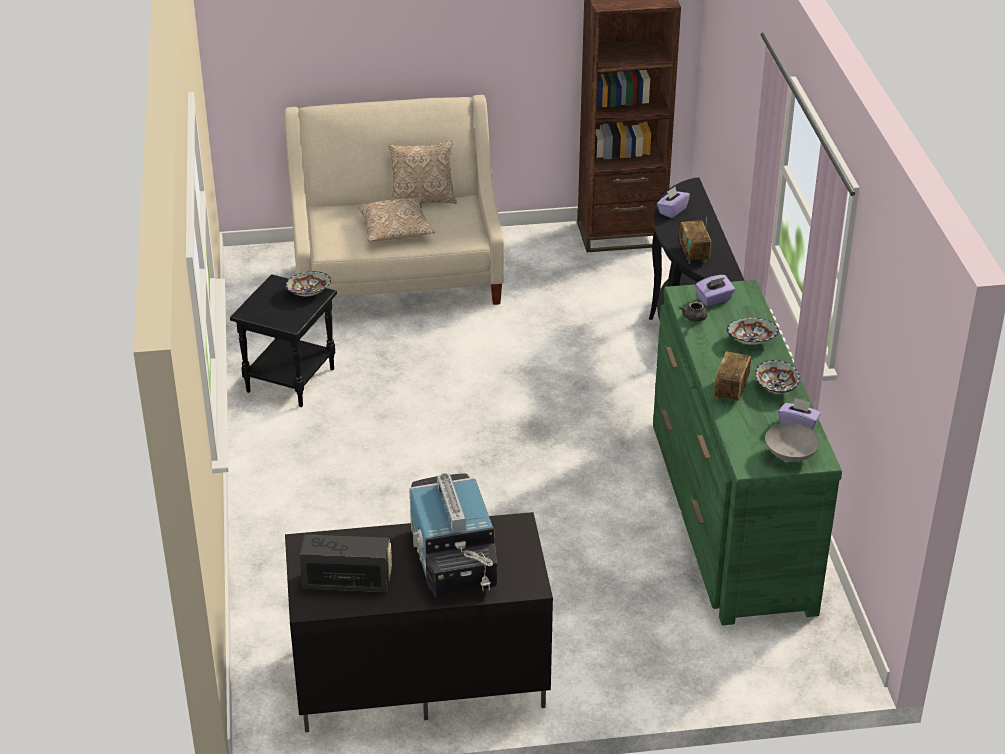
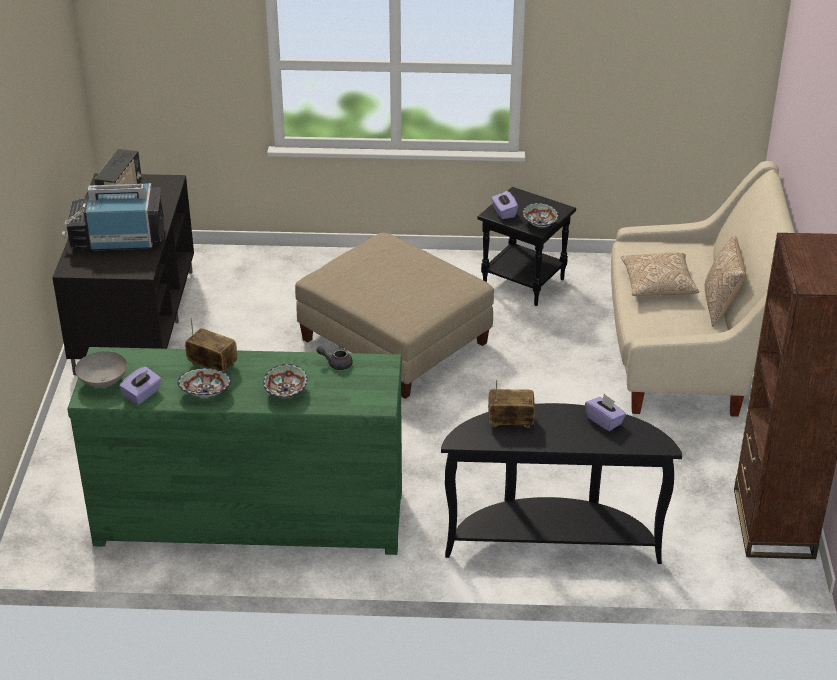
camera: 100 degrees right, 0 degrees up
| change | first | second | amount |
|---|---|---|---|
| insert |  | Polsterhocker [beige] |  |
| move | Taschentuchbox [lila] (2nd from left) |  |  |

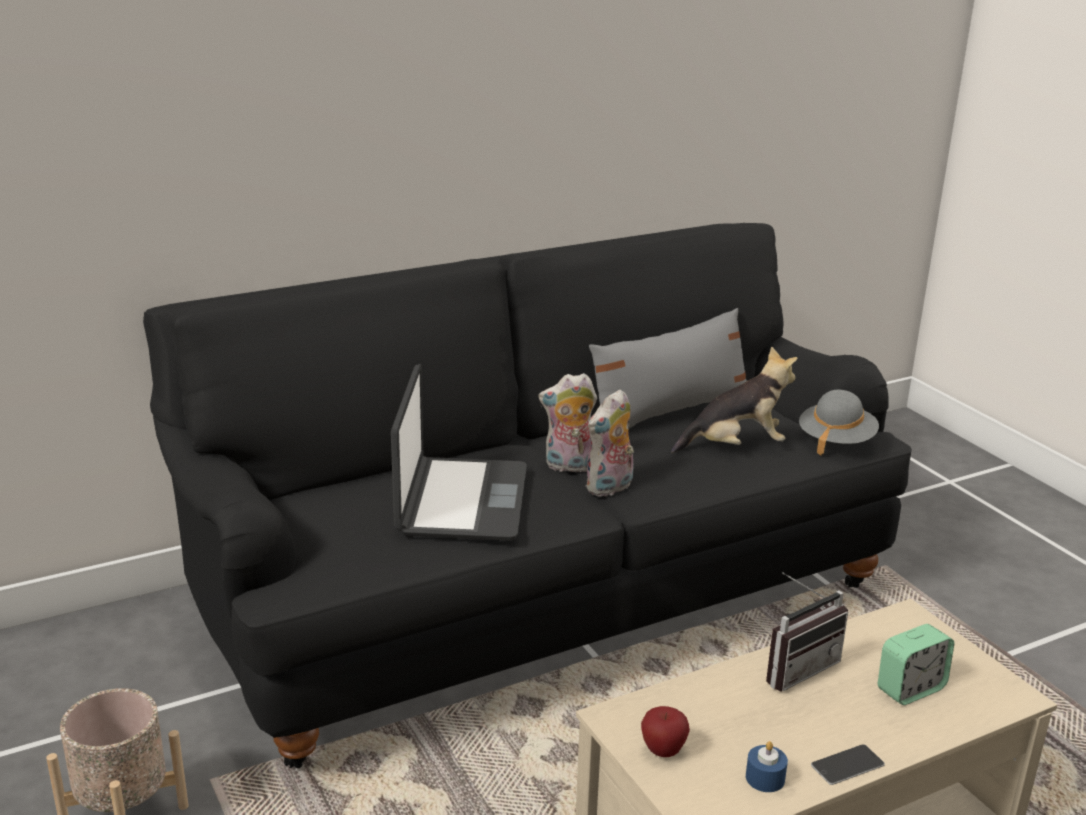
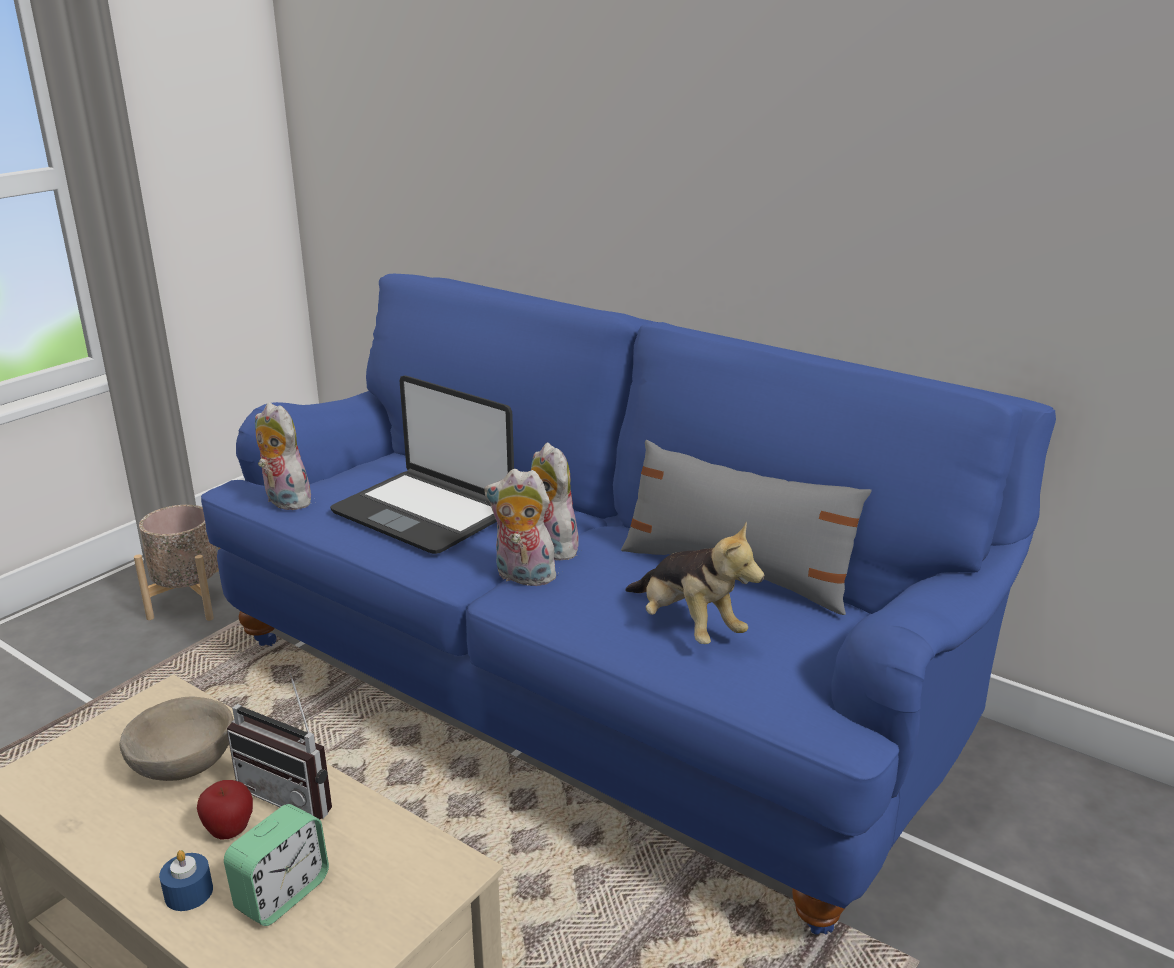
camera: 65 degrees right, 0 degrees up
| change | first | second | amount |
|---|---|---|---|
| delete | Hut [grau] |  |  |
| delete | Handy |  |  |
| insert |  | Schüssel [beige] |  |
| insert |  | Plüschtier (1st from left) |  |
| move | Apfel |  |  |
| move | Kerze [blau] |  |  |
| recolor | Sofa [schwarz] | Sofa [blau] |  |
| rotate | Laptop |  | 60 degrees clockwise |
| rotate | Wecker |  | 90 degrees counterclockwise |

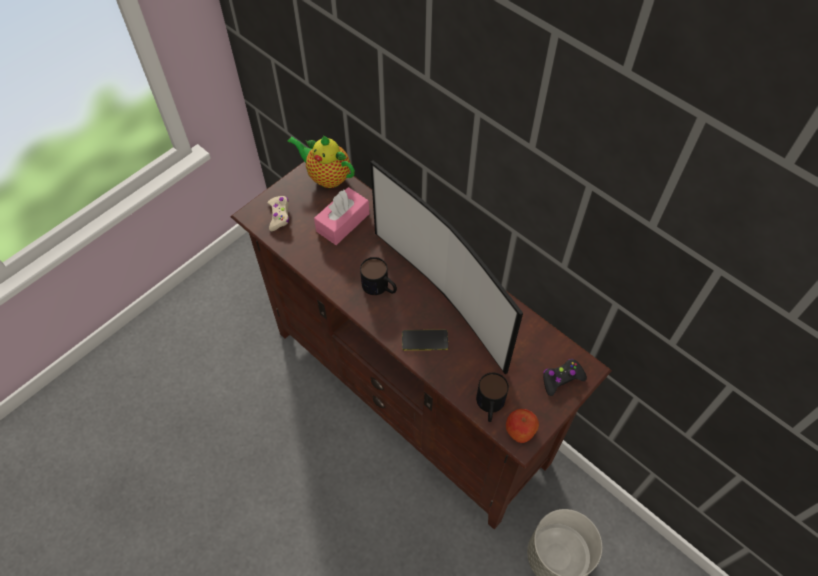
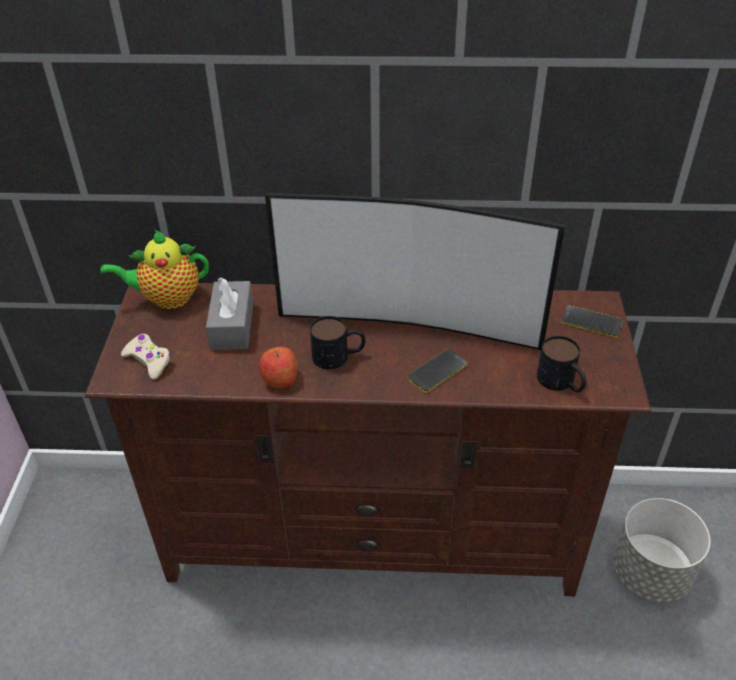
camera: 40 degrees left, 15 degrees down
| change | first | second | amount |
|---|---|---|---|
| move | Apfel |  |  |
| replace | Gamepad [schwarz] | Handy (2nd from left) |  |
| recolor | Taschentuchbox [rosa] | Taschentuchbox [grau] |  |

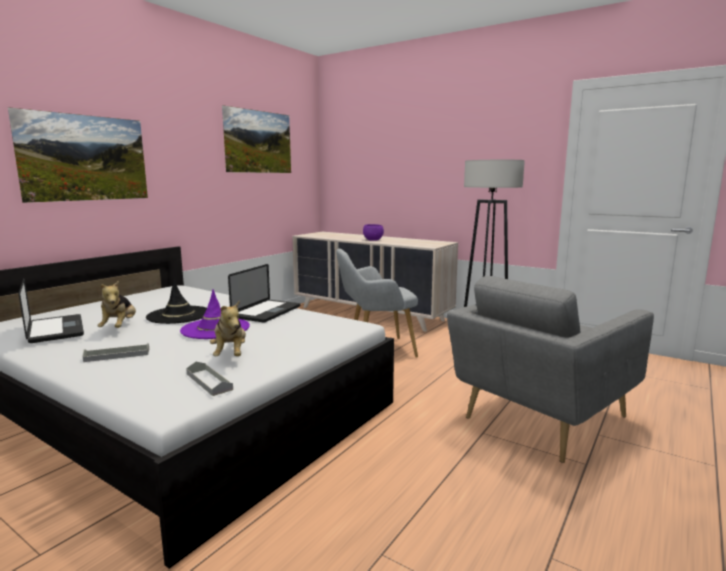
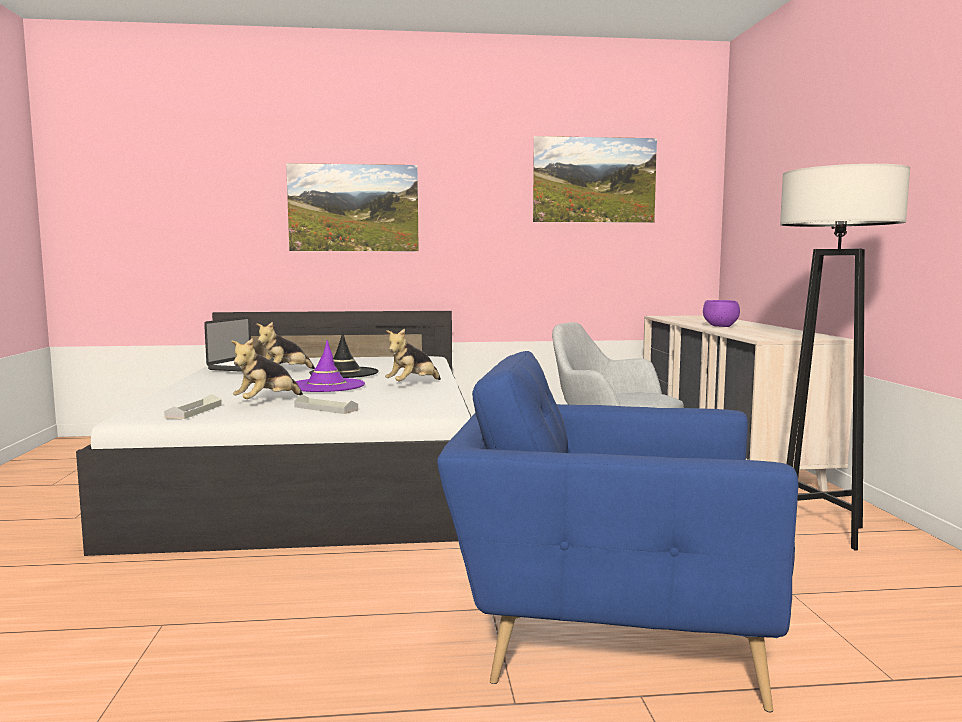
camera: 50 degrees right, 5 degrees down
| change | first | second | amount |
|---|---|---|---|
| move | Tablett [grau] (1st from left in the first image) | Tablett [grau] (2nd from left) |  |
| replace | Laptop (2nd from left) | Plüschtier (3rd from left) |  |
| recolor | Sessel [grau] (2nd from left) | Sessel [blau] |  |

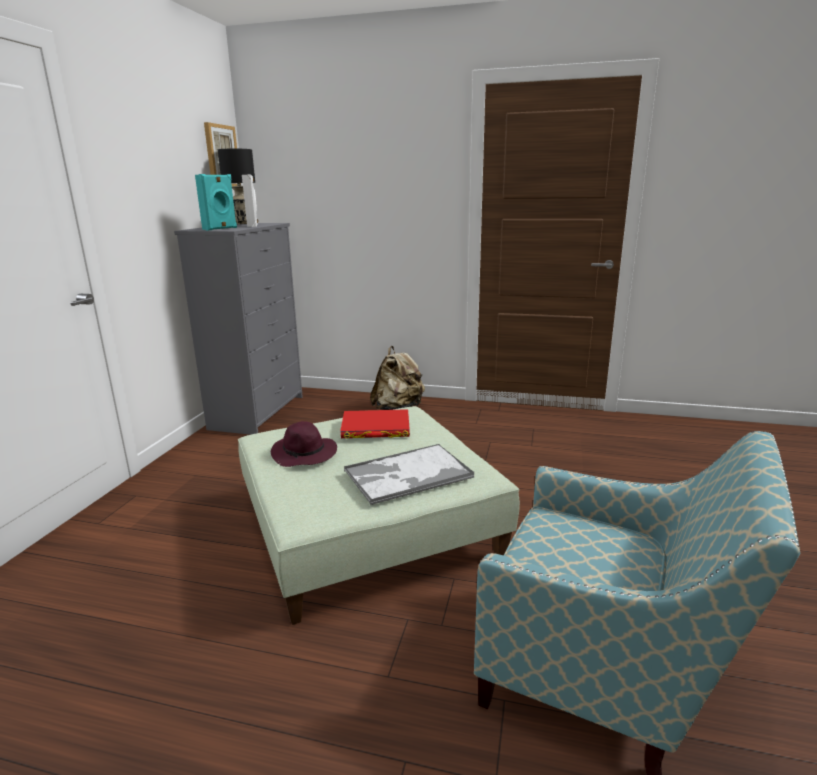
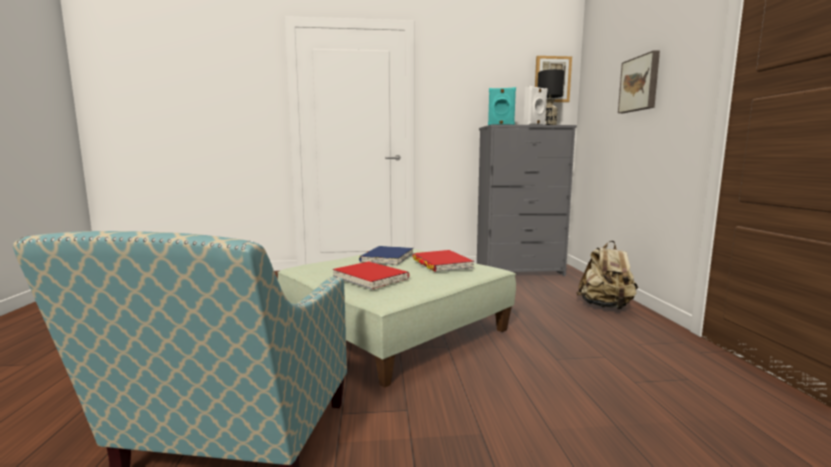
camera: 70 degrees right, 10 degrees down
| change | first | second | amount |
|---|---|---|---|
| insert |  | Bild (2nd from left) |  |
| replace | Hut [lila] | Buch [blau] |  |
| replace | Tablett | Buch [rot] (1st from left) |  |

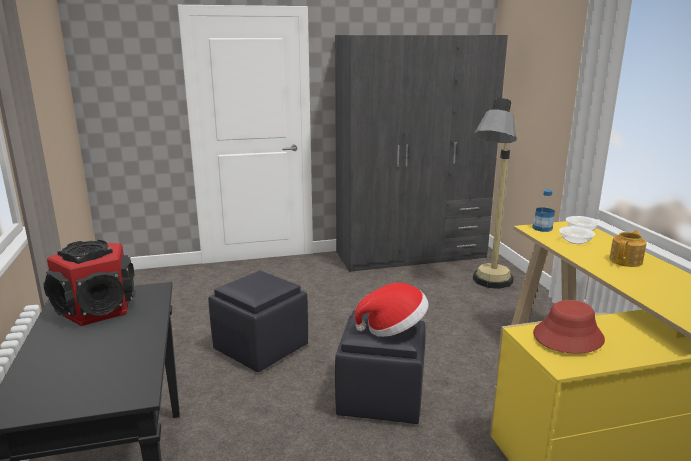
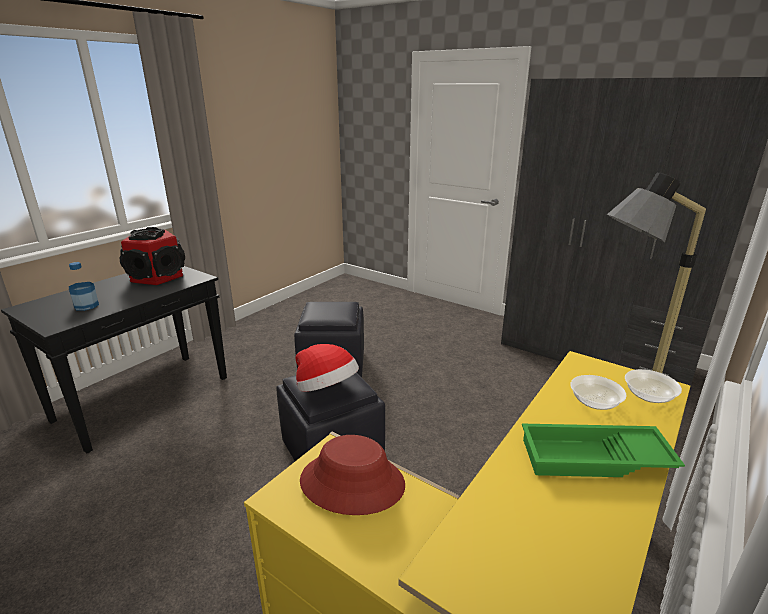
camera: 50 degrees right, 5 degrees up
| change | first | second | amount |
|---|---|---|---|
| move | Flasche |  |  |
| replace | Teekanne | Tablett [grün] |  |

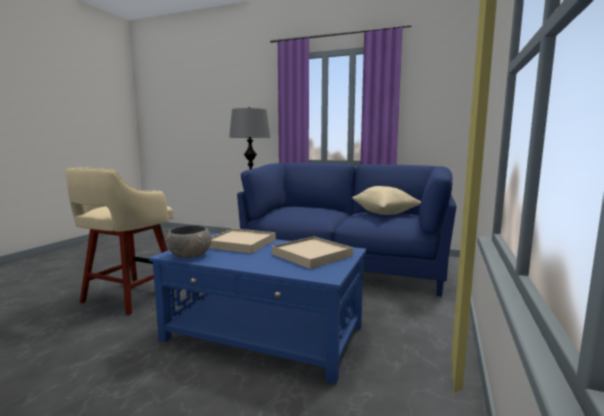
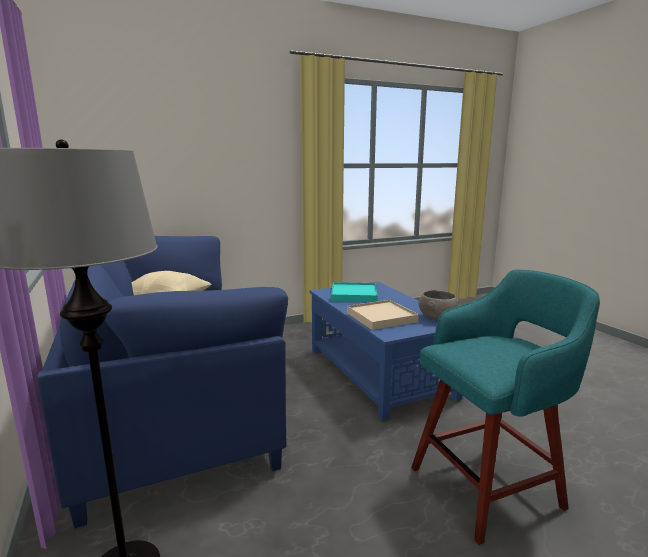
camera: 135 degrees left, 5 degrees up
| change | first | second | amount |
|---|---|---|---|
| recolor | Hocker [beige] | Hocker [türkis] |  |
| recolor | Tablett [beige] (2nd from left) | Tablett [türkis] |  |

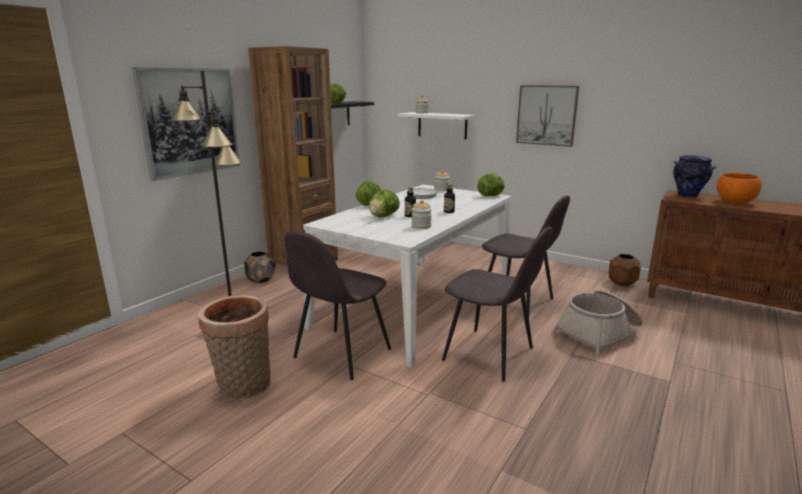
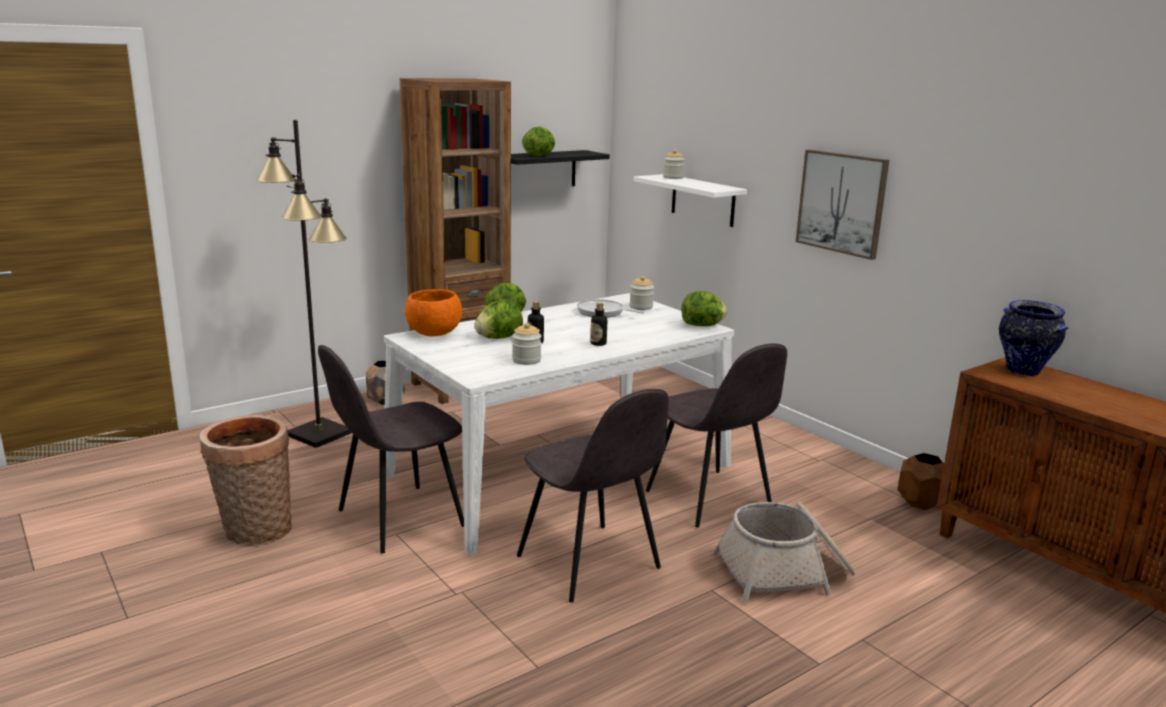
camera: 20 degrees right, 0 degrees up
| change | first | second | amount |
|---|---|---|---|
| delete | Bild (1st from left) |  |  |
| move | Schüssel [orange] |  |  |

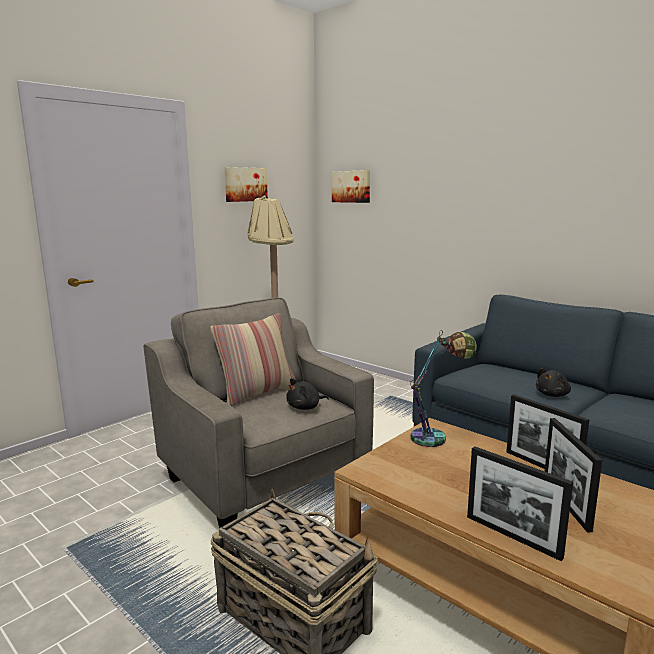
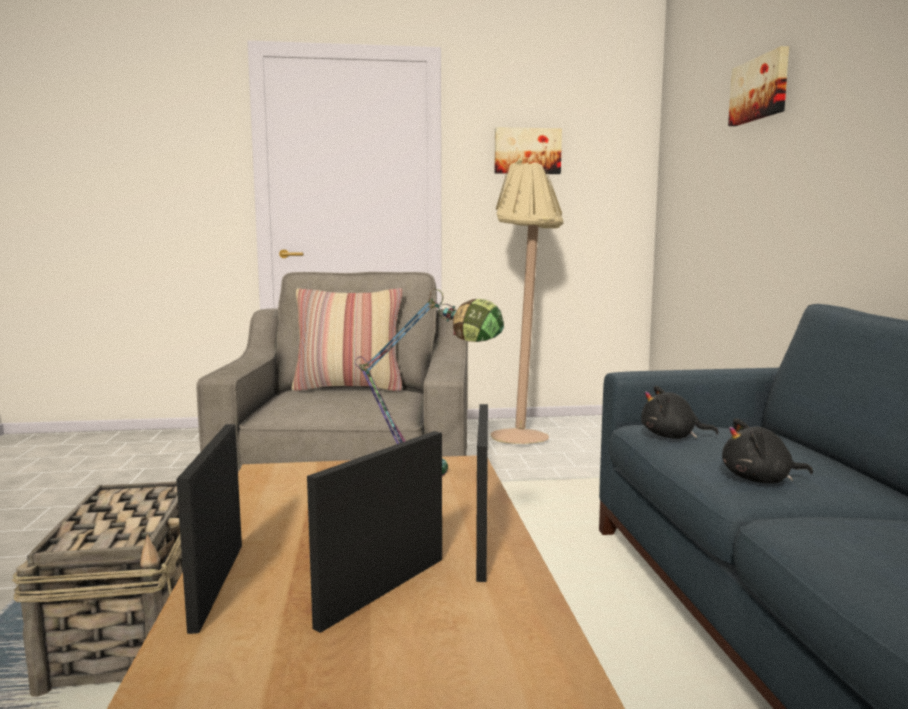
camera: 40 degrees right, 5 degrees down
| change | first | second | amount |
|---|---|---|---|
| move | Plüschtier [schwarz] (1st from left) |  |  |
| move | Bild (2nd from left) |  |  |

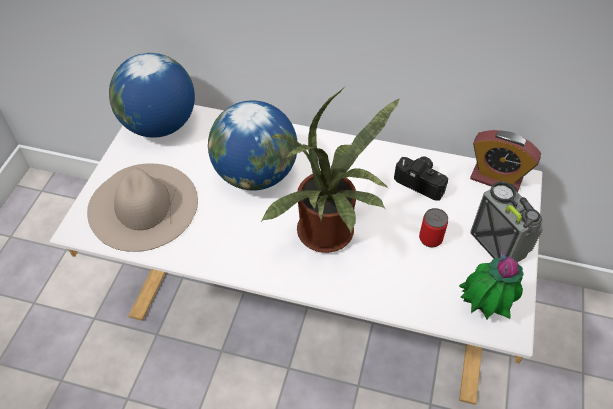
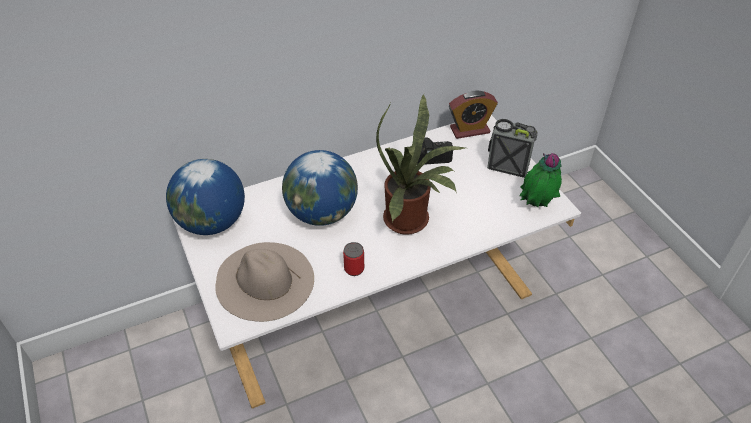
camera: 40 degrees left, 5 degrees down
| change | first | second | amount |
|---|---|---|---|
| move | Dose |  |  |

